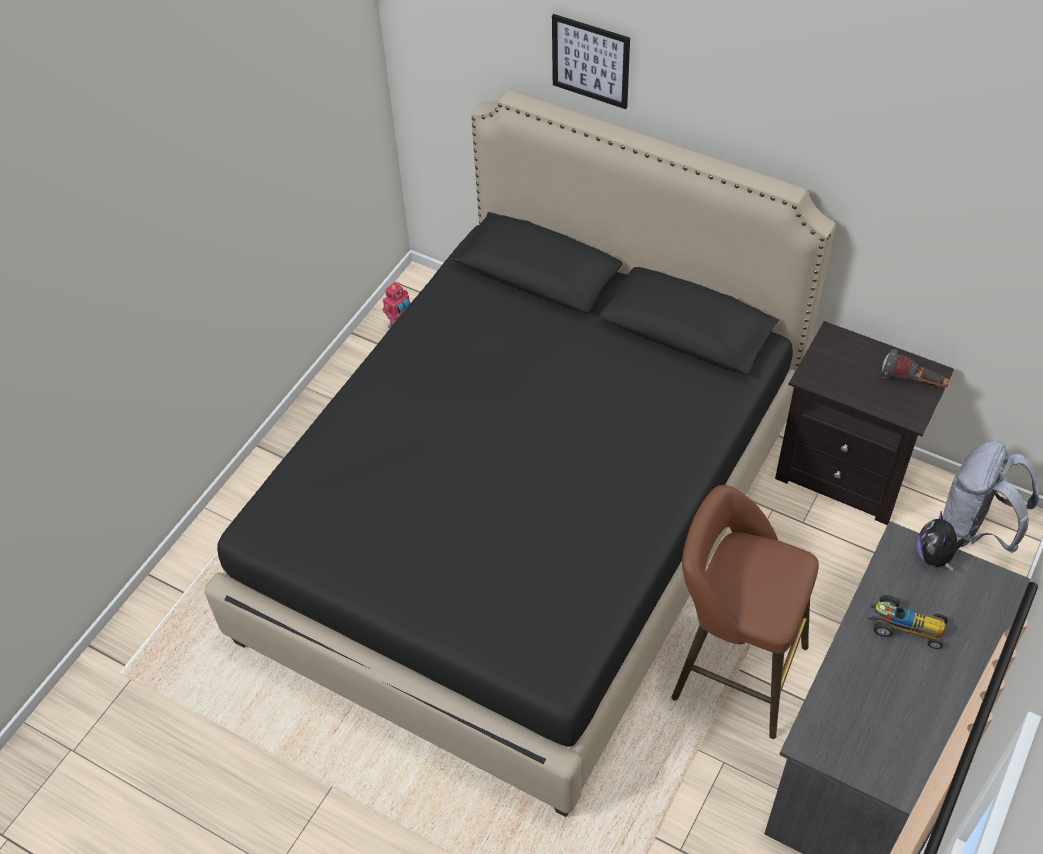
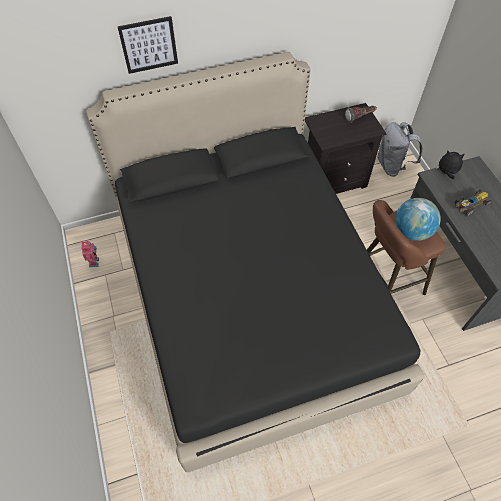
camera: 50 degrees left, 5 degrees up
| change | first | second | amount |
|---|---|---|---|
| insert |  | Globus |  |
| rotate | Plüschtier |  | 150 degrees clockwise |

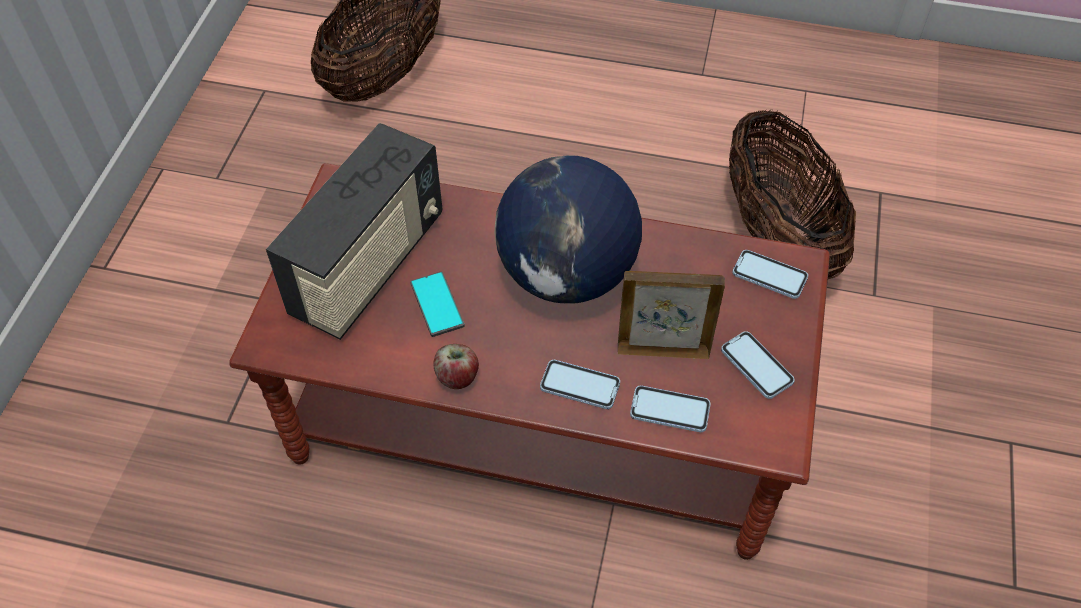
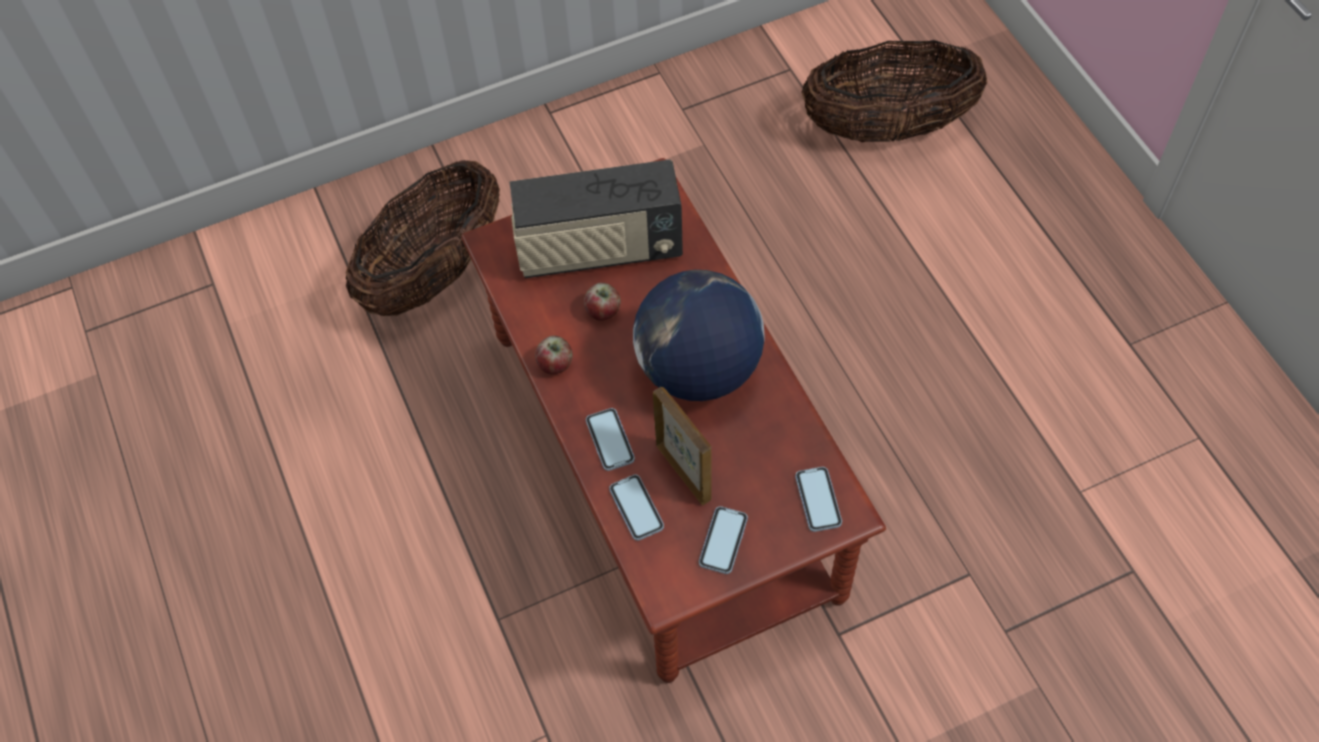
camera: 55 degrees right, 5 degrees up
| change | first | second | amount |
|---|---|---|---|
| move | Korb (2nd from left in the first image) | Korb (1st from left) |  |
| replace | Handy (1st from left) | Apfel (2nd from left) |  |

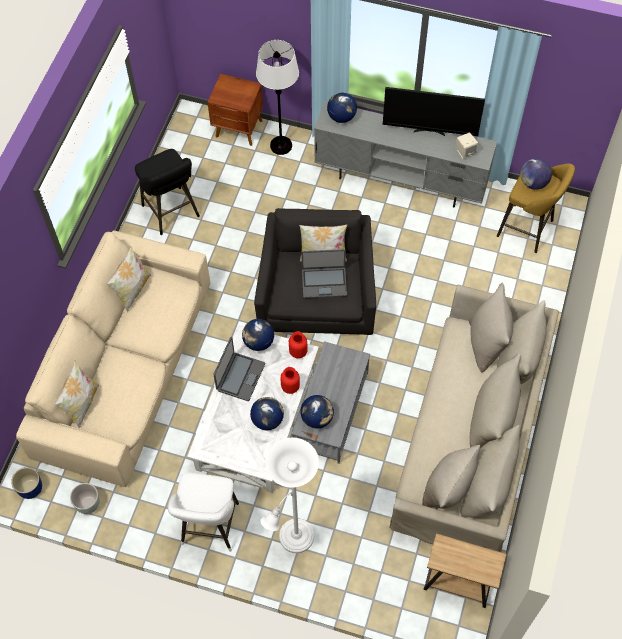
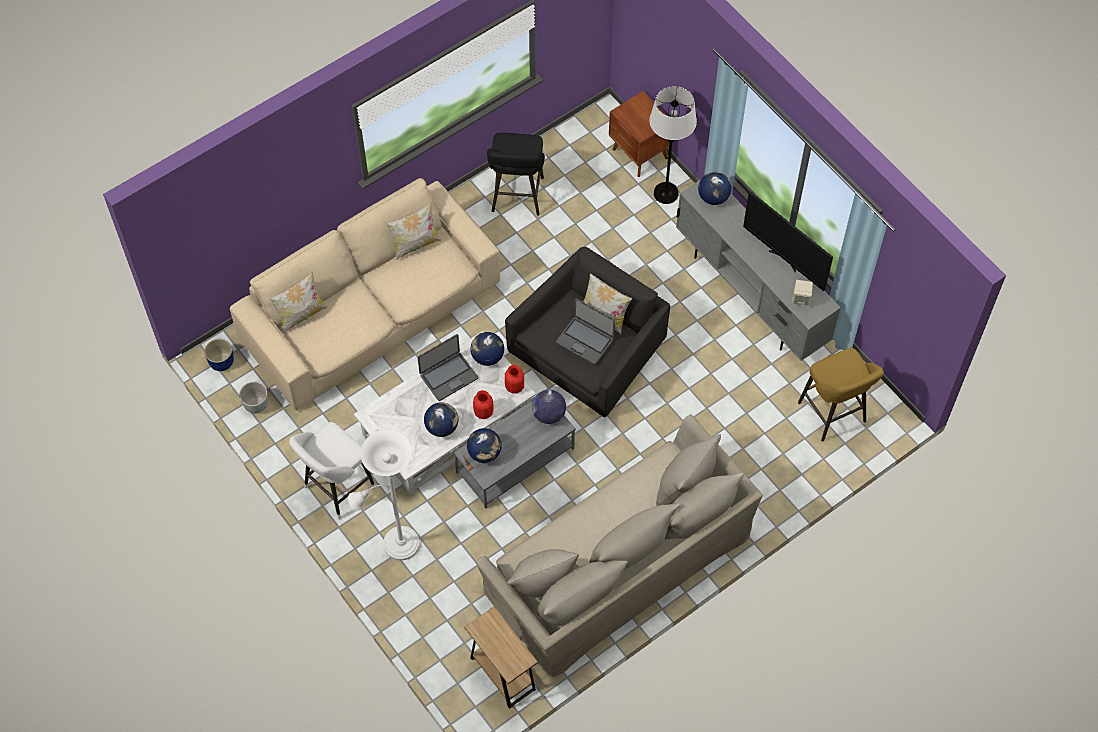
camera: 35 degrees right, 0 degrees up
| change | first | second | amount |
|---|---|---|---|
| move | Globus (5th from left in the first image) | Globus (4th from left) |  |

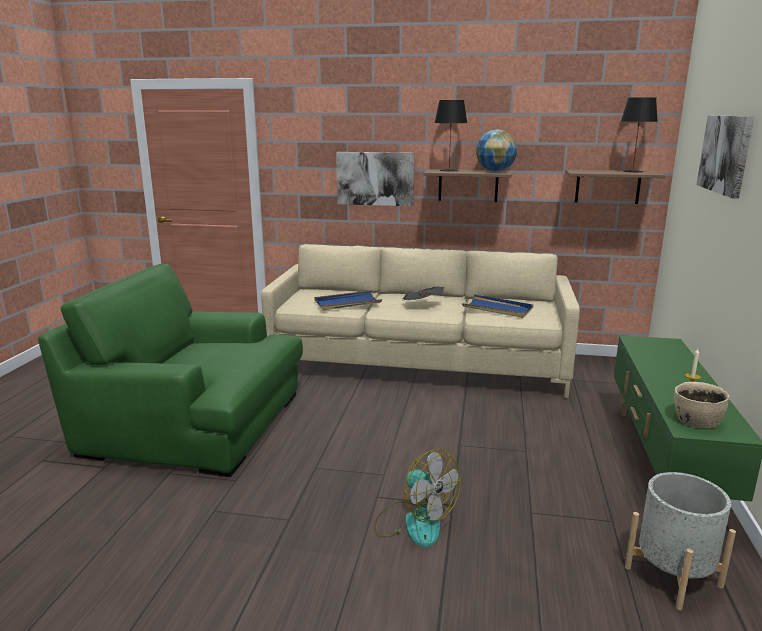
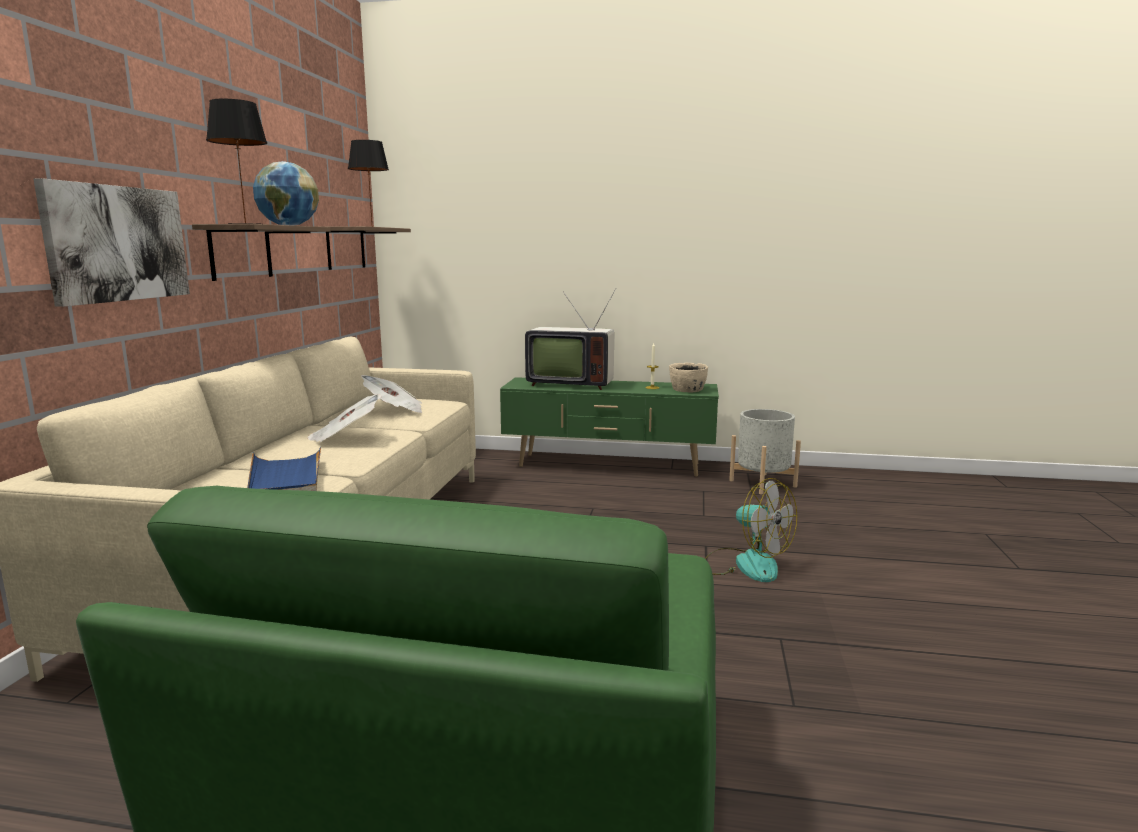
camera: 90 degrees left, 5 degrees down
| change | first | second | amount |
|---|---|---|---|
| delete | Bild (2nd from left) |  |  |
| insert |  | Fernseher |  |
| replace | Tablett [blau] (2nd from left) | Zeitung (2nd from left) |  |
| rotate | Ventilator |  | 90 degrees clockwise |

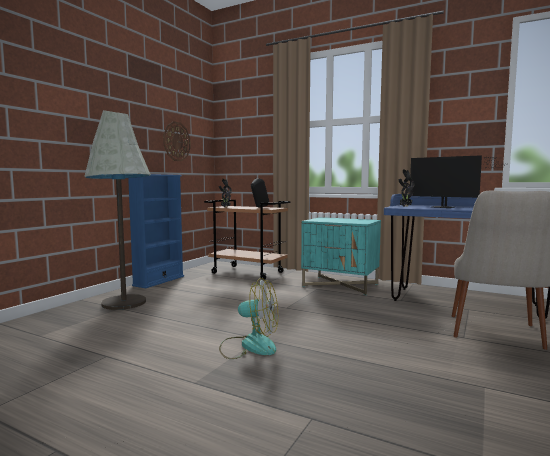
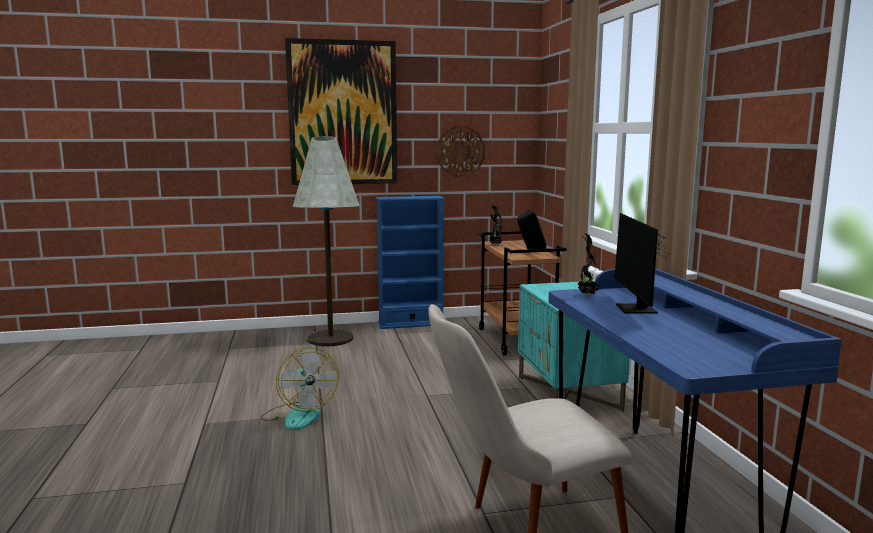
camera: 50 degrees right, 5 degrees up
| change | first | second | amount |
|---|---|---|---|
| insert |  | Bild |  |

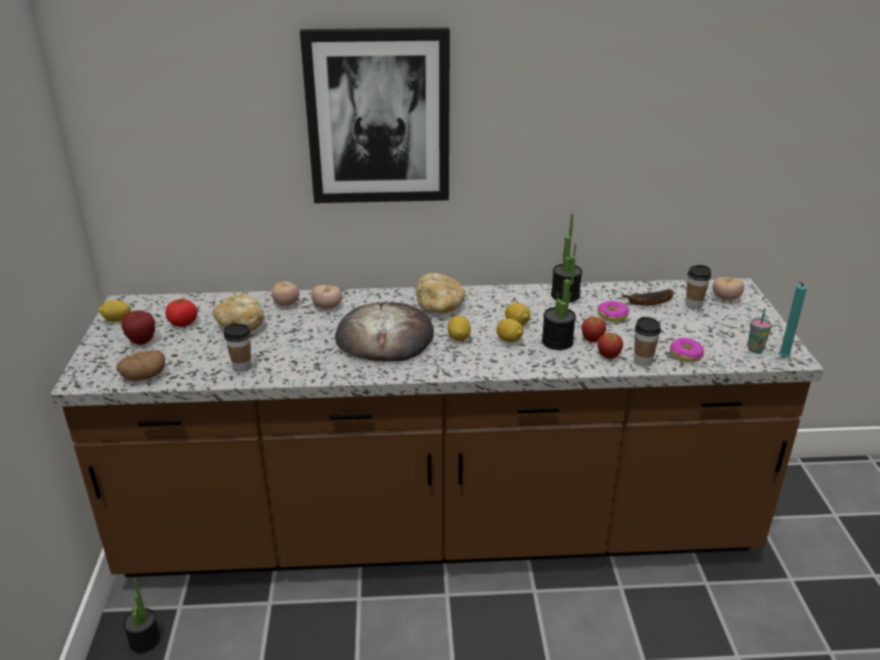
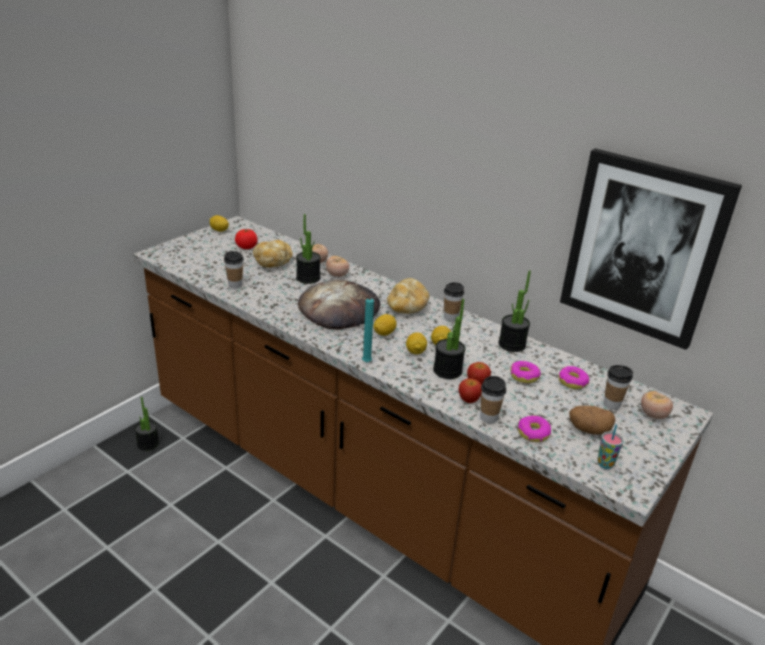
camera: 40 degrees right, 0 degrees up
| change | first | second | amount |
|---|---|---|---|
| delete | Apfel (1st from left) |  |  |
| insert |  | Topfpflanze (2nd from left) |  |
| insert |  | Tasse (2nd from left) |  |
| move | Kartoffel |  |  |
| move | Bild |  |  |
| move | Kerze [türkis] |  |  |
| replace | Banane | Donut (3rd from left) |  |

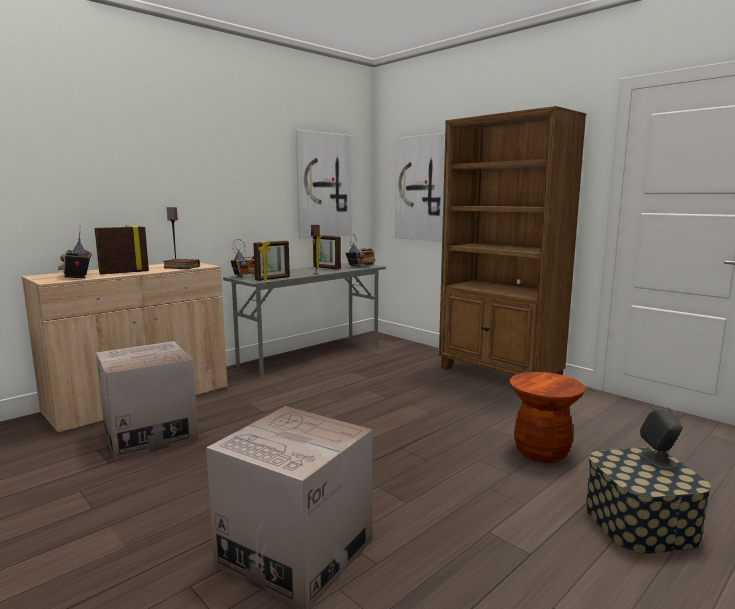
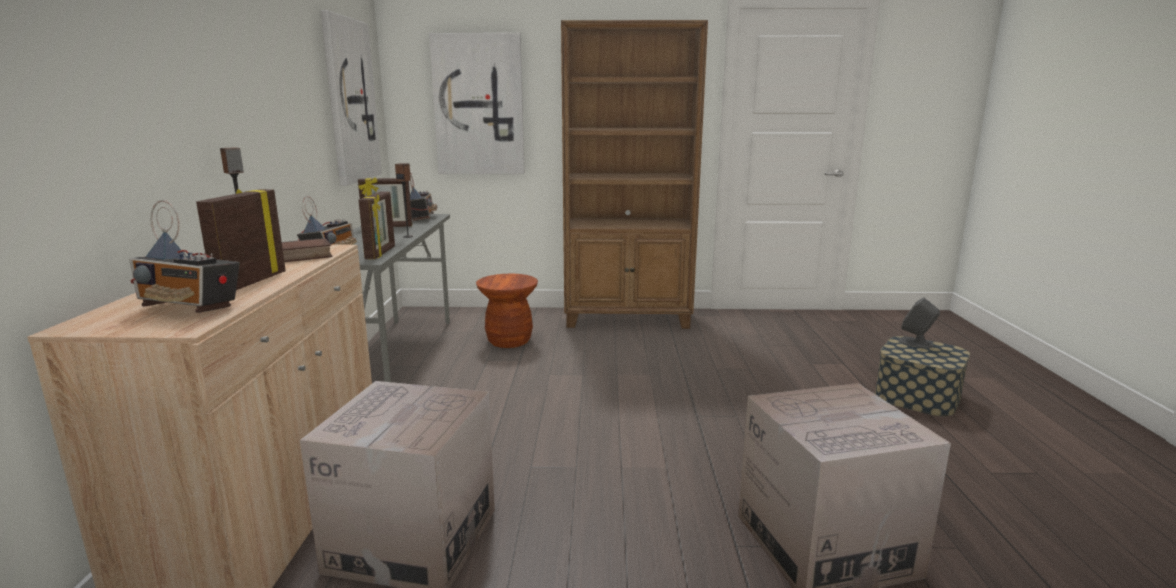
camera: 45 degrees left, 5 degrees up
| change | first | second | amount |
|---|---|---|---|
| move | Hocker [braun] |  |  |

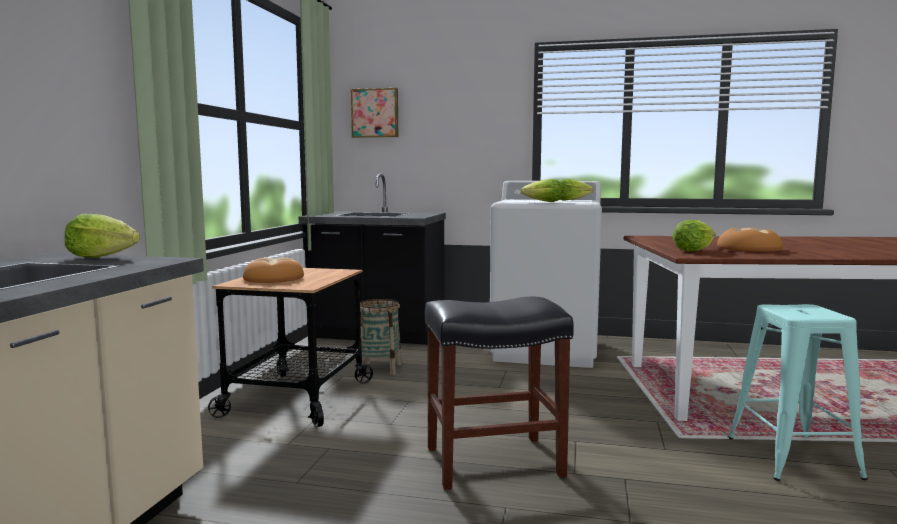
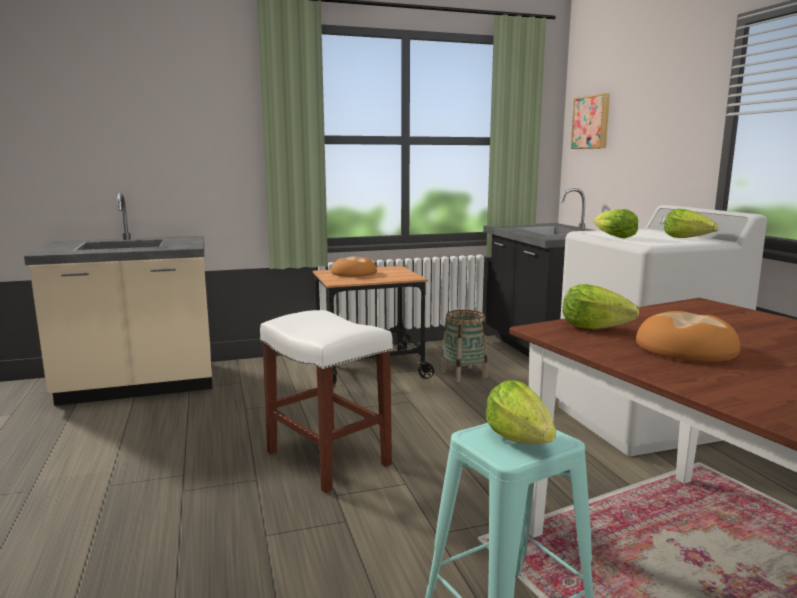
camera: 60 degrees right, 5 degrees up
| change | first | second | amount |
|---|---|---|---|
| move | Salatkopf (1st from left) |  |  |
| recolor | Hocker [schwarz] | Hocker [weiß] |  |

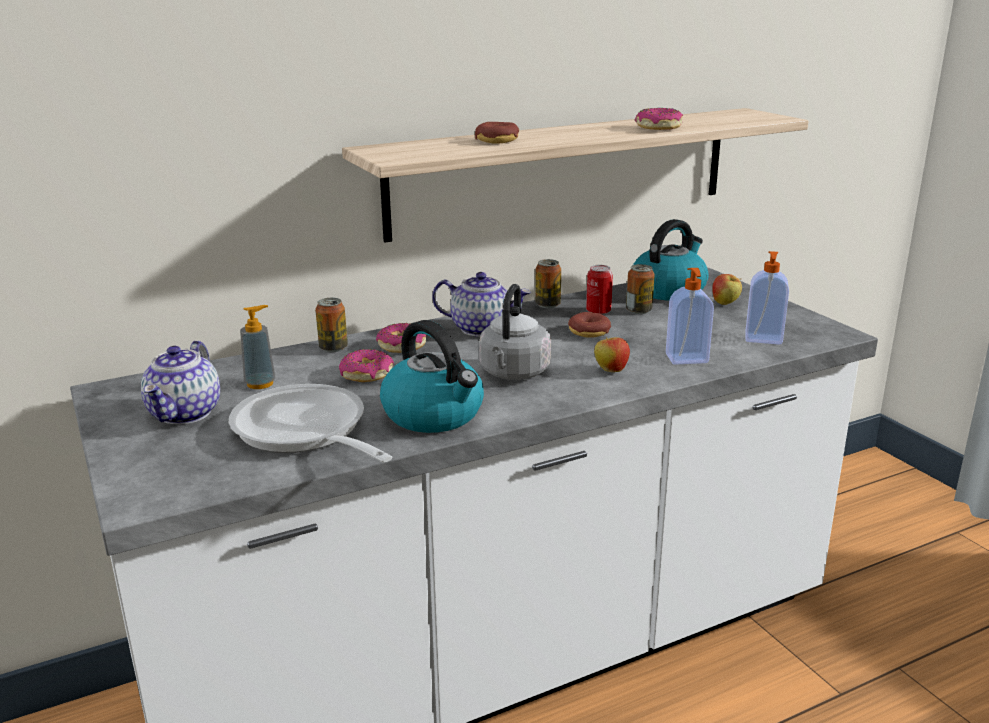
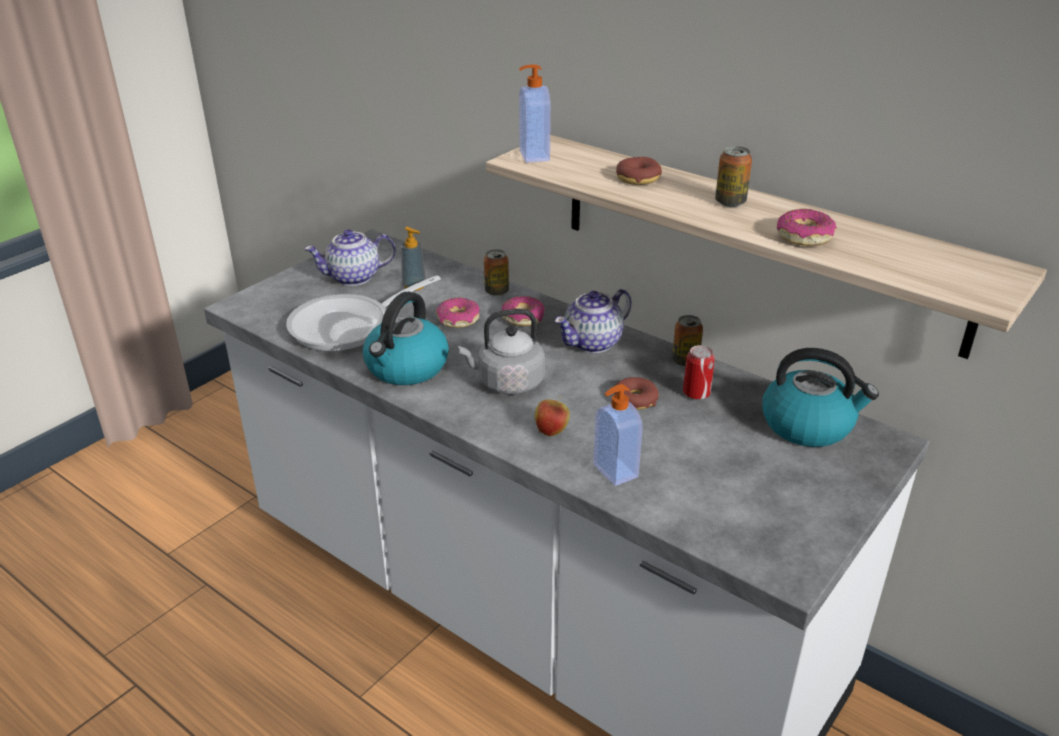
camera: 65 degrees right, 10 degrees up
| change | first | second | amount |
|---|---|---|---|
| delete | Apfel (2nd from left) |  |  |
| move | Dose (4th from left) |  |  |
| move | Seifenspender (3rd from left in the first image) | Seifenspender (2nd from left) |  |
| rotate | Pfanne |  | 150 degrees counterclockwise |
| rotate | Teekanne (2nd from left) |  | 60 degrees clockwise |

